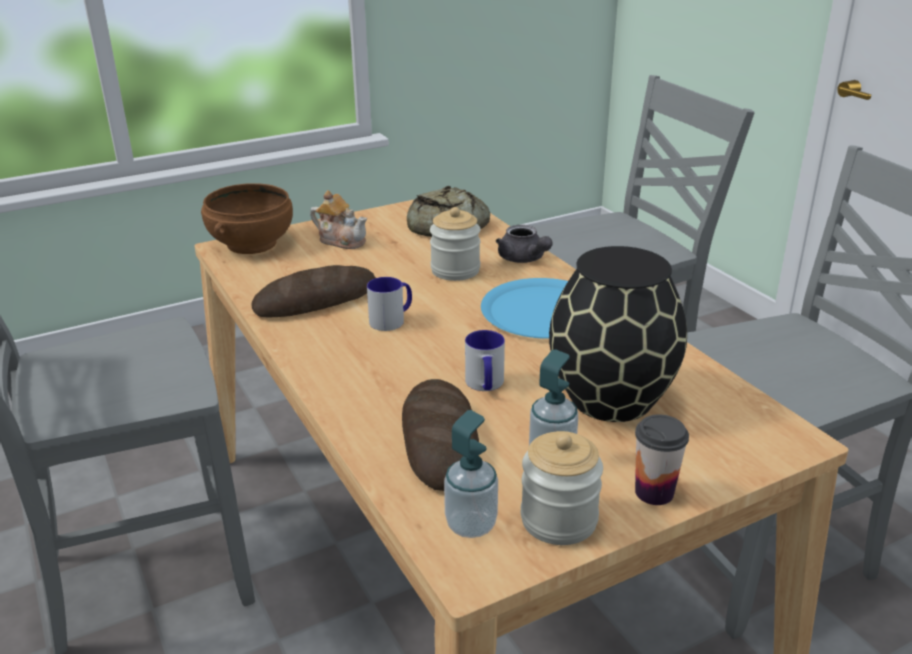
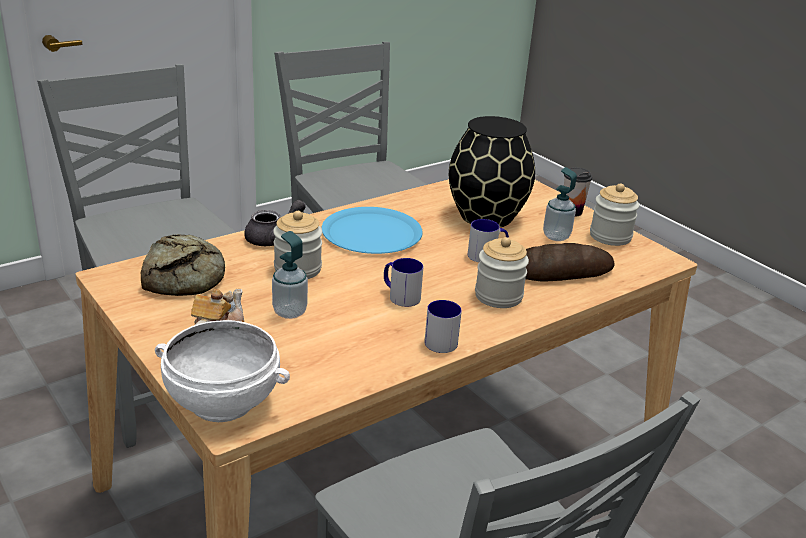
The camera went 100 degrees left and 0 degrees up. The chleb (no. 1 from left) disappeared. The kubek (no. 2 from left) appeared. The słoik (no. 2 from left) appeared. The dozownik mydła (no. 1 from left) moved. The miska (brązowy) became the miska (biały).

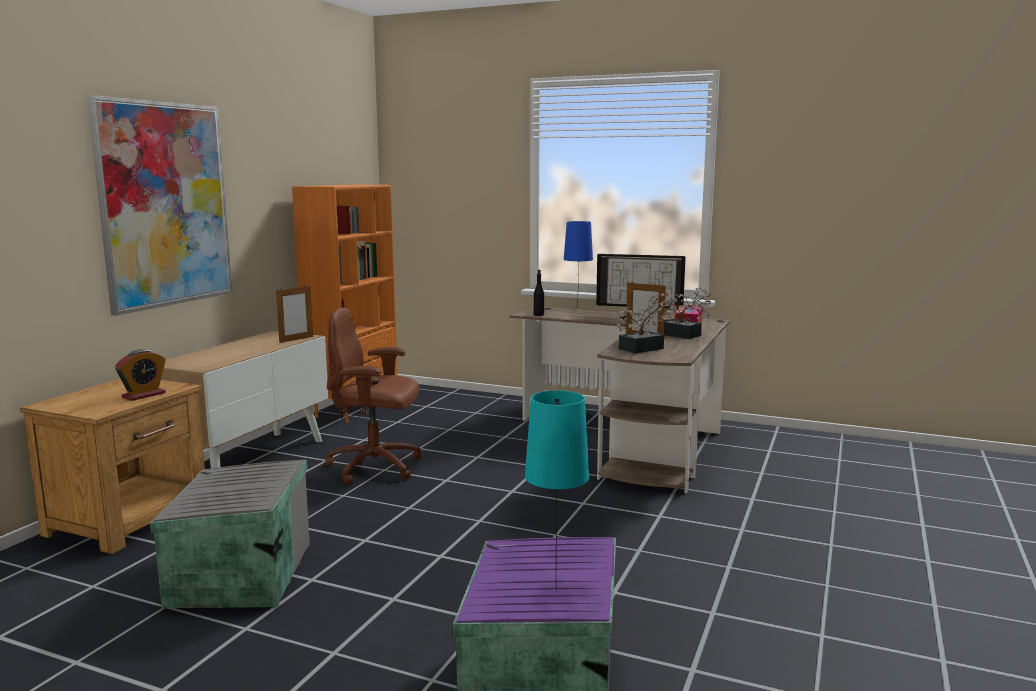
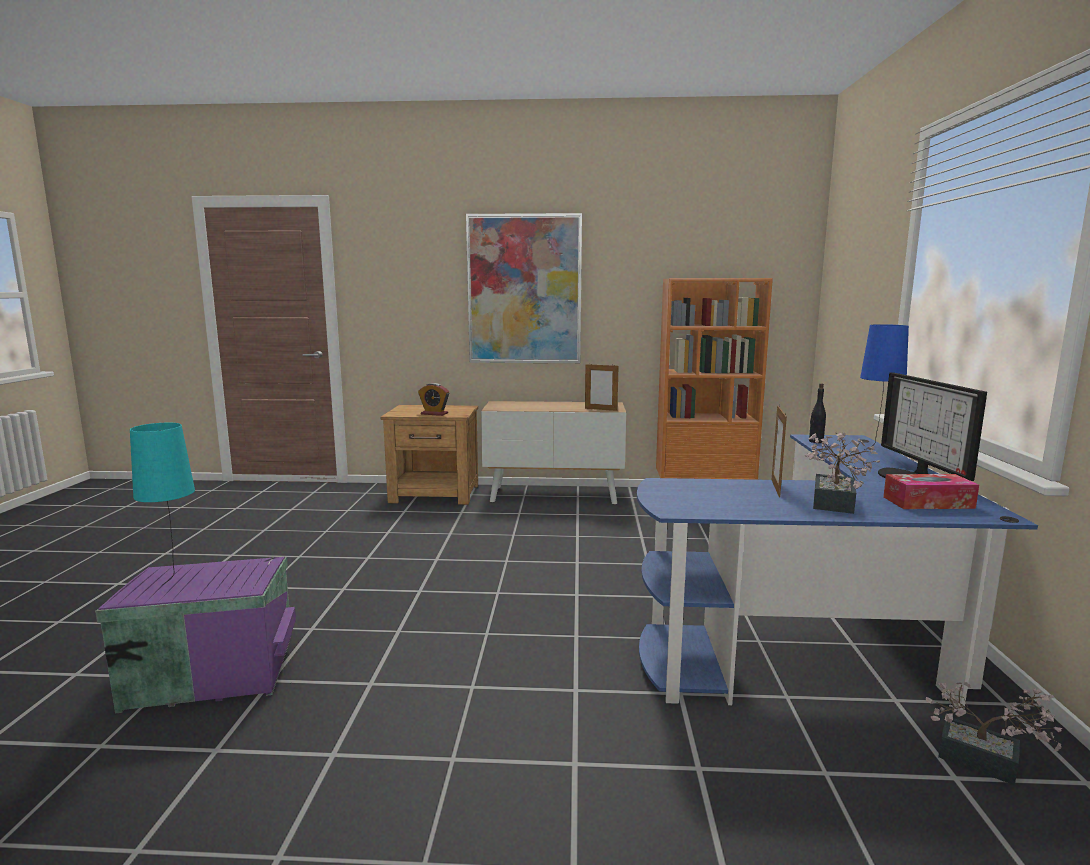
The camera went 70 degrees right and 0 degrees up. The pojemnik do przechowywania (szary) disappeared. The krzesło biurowe (brązowy) disappeared. The roślina doniczkowa (no. 1 from left in the first image) moved. The biurko (brązowy) became the biurko (niebieski).

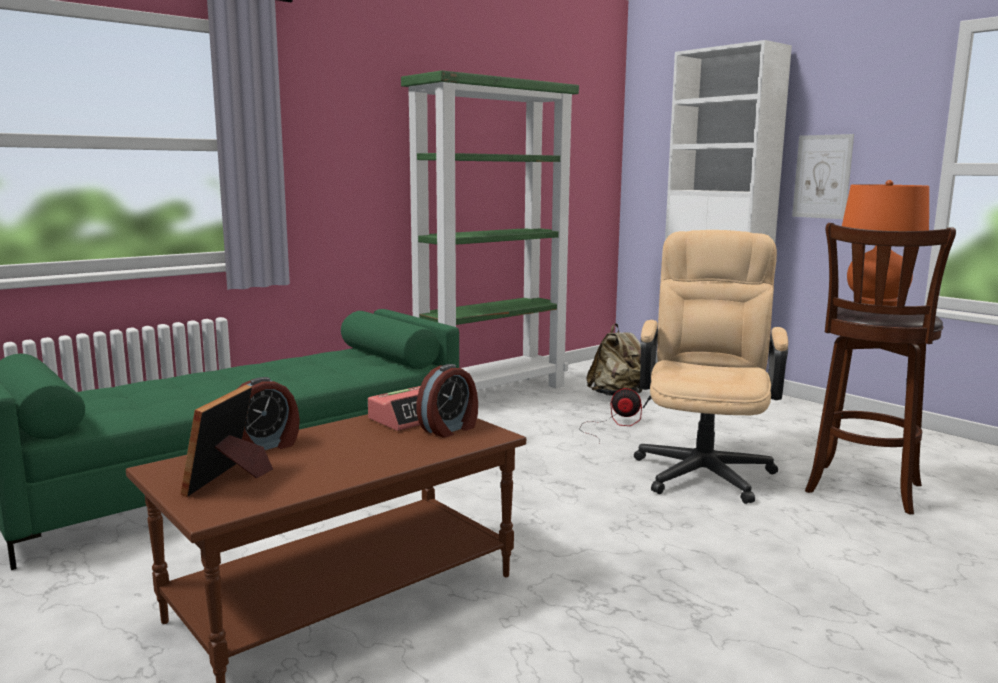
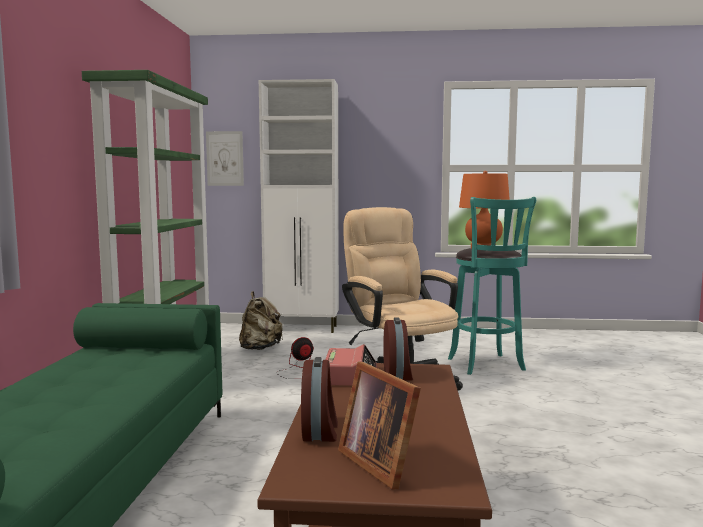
The camera went 45 degrees left and 5 degrees down. The obraz moved. The stołek (brązowy) became the stołek (turkusowy).

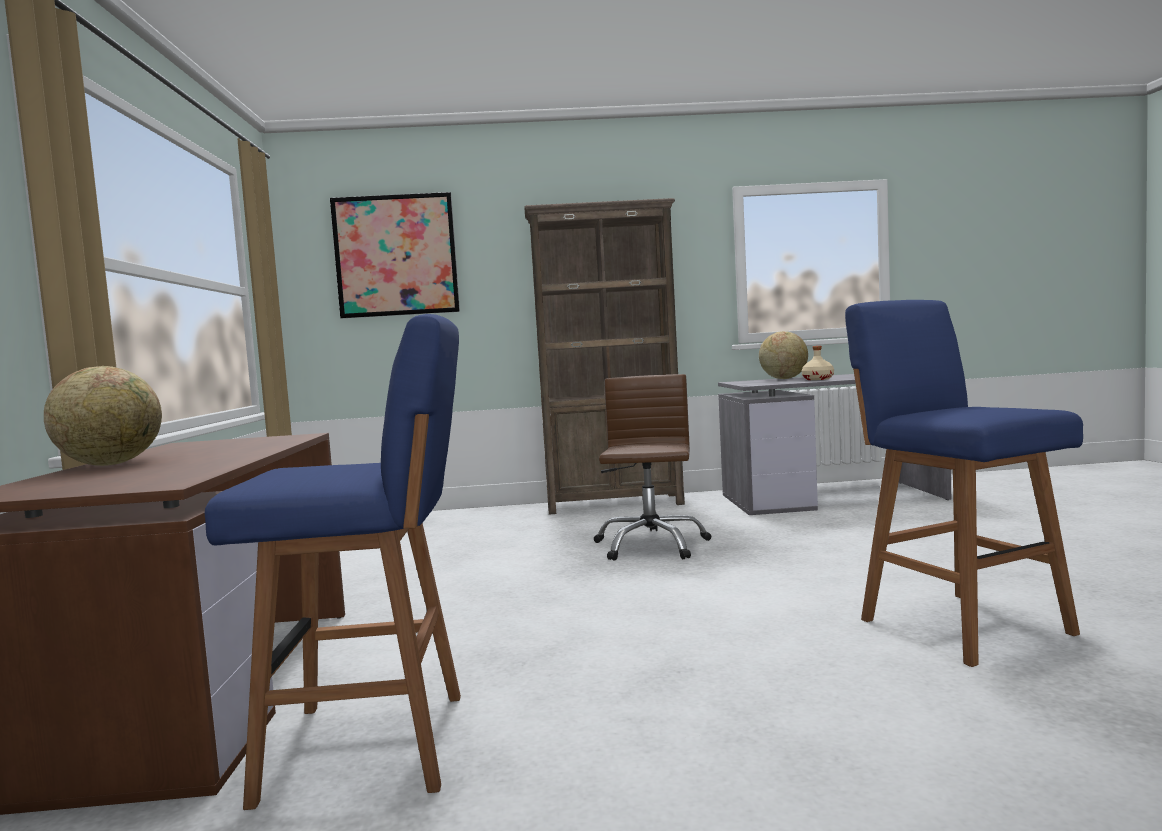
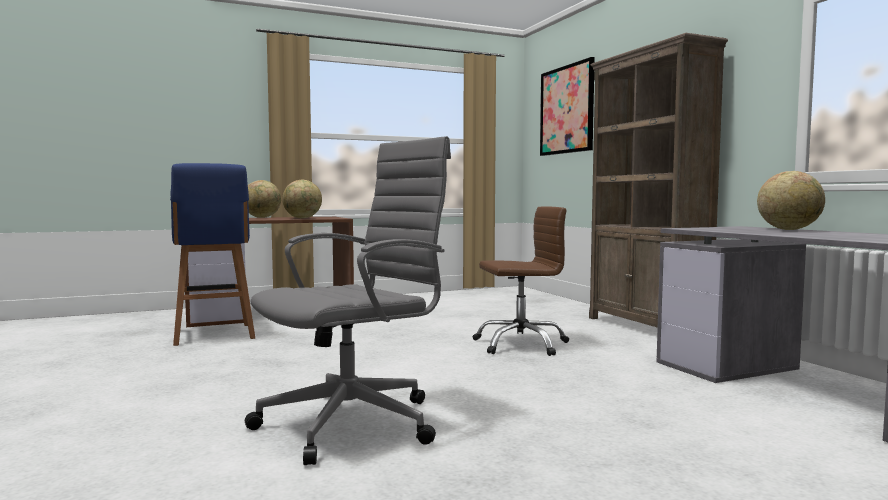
The camera went 70 degrees right and 0 degrees up. The butelka (beżowy) disappeared. The globus (no. 2 from left) appeared. The stołek (niebieski) (no. 2 from left) was replaced by the krzesło biurowe (szary).

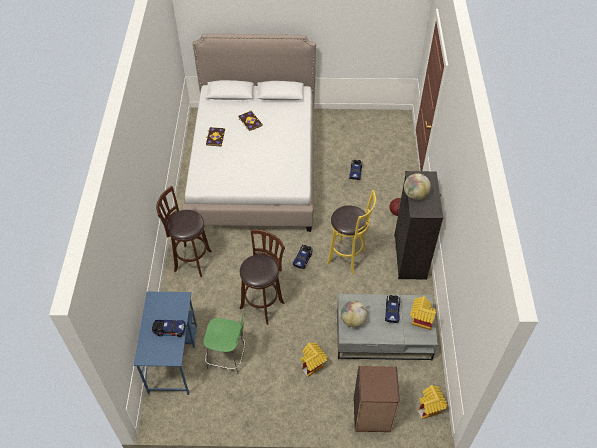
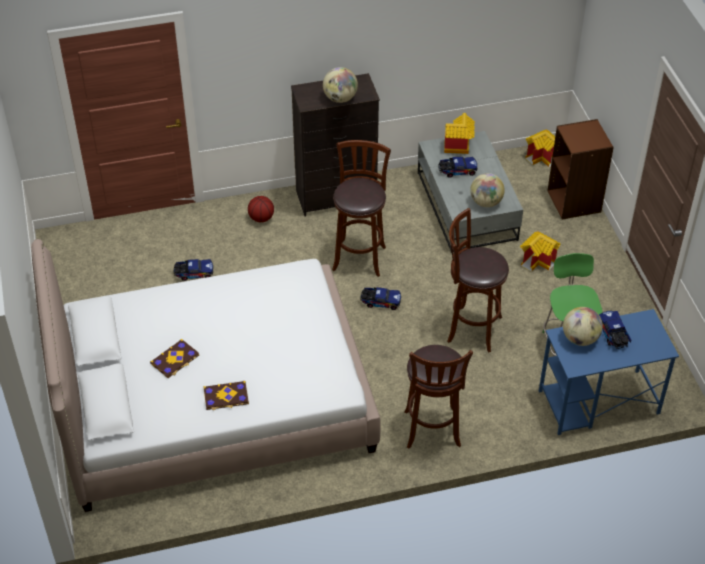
The camera went 105 degrees left and 5 degrees down. The globus (no. 3 from left) appeared. The stołek (żółty) became the stołek (brązowy) (no. 1 from left).

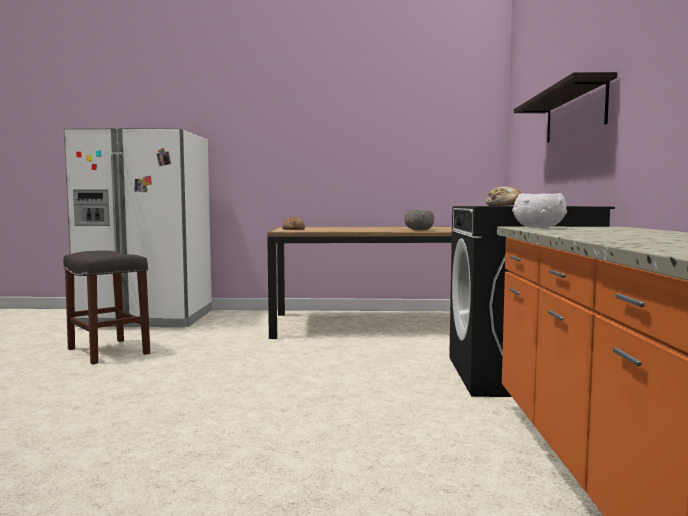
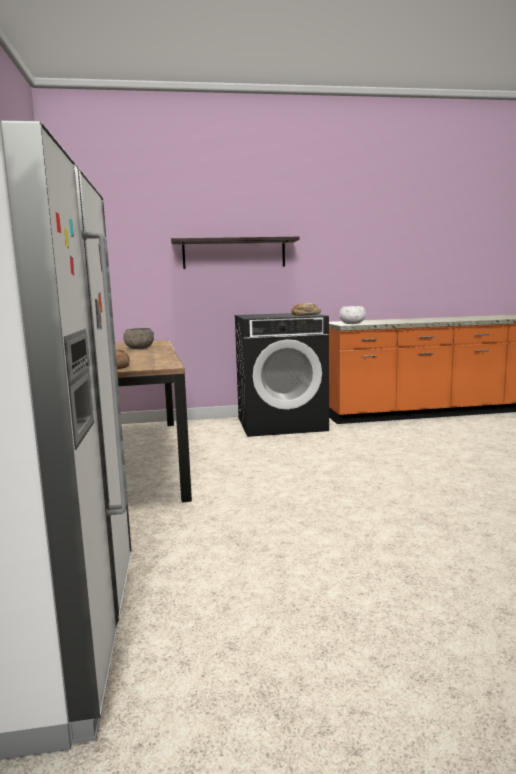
The camera went 100 degrees left and 5 degrees up. The stołek (szary) disappeared.

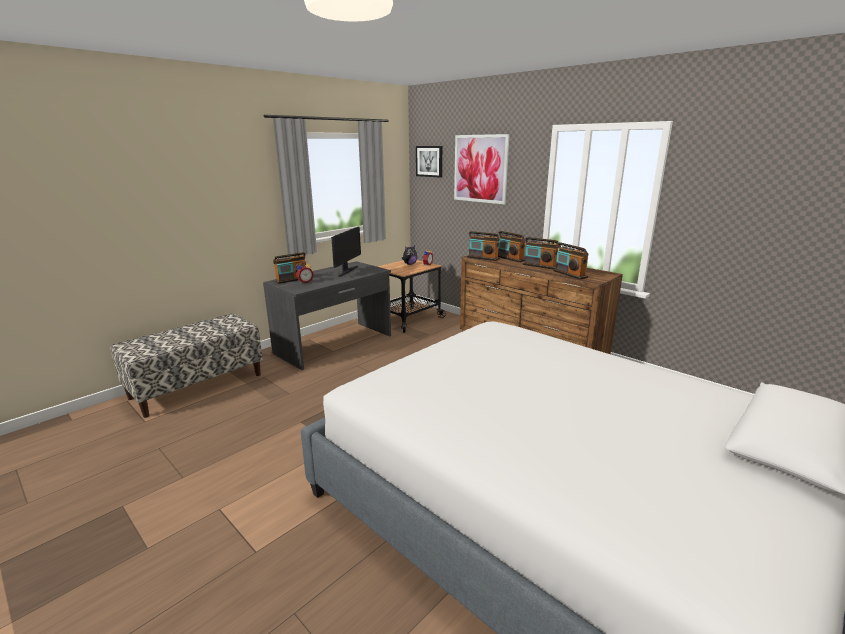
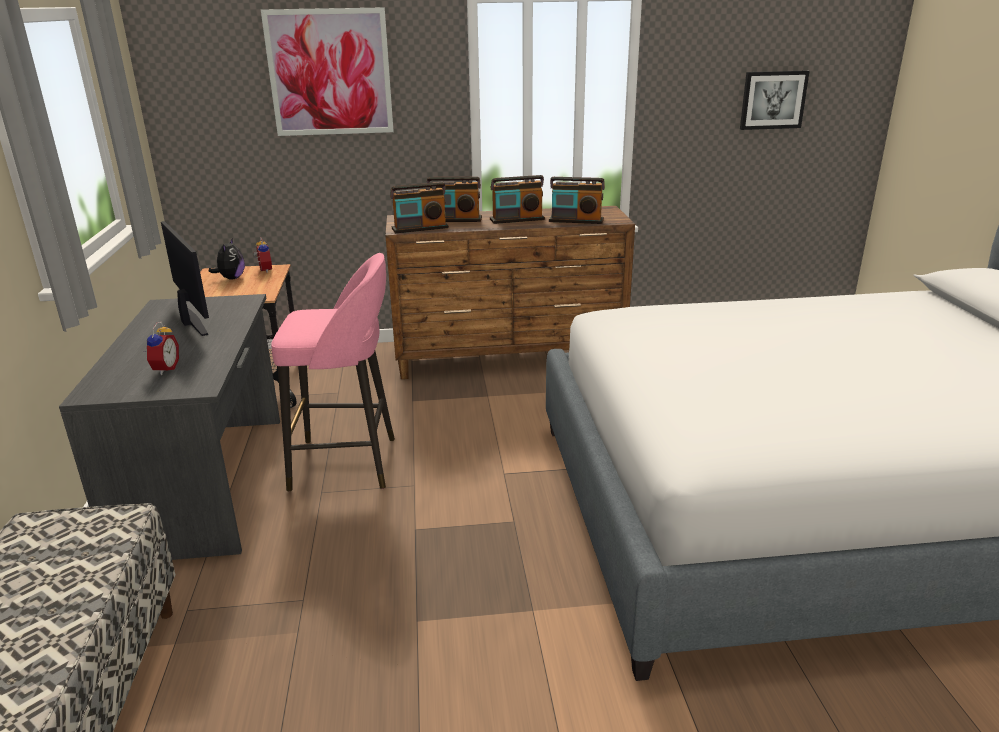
The camera went 50 degrees left and 5 degrees up. The radio (no. 1 from left) disappeared. The stołek (różowy) appeared. The obraz (no. 1 from left in the first image) moved.

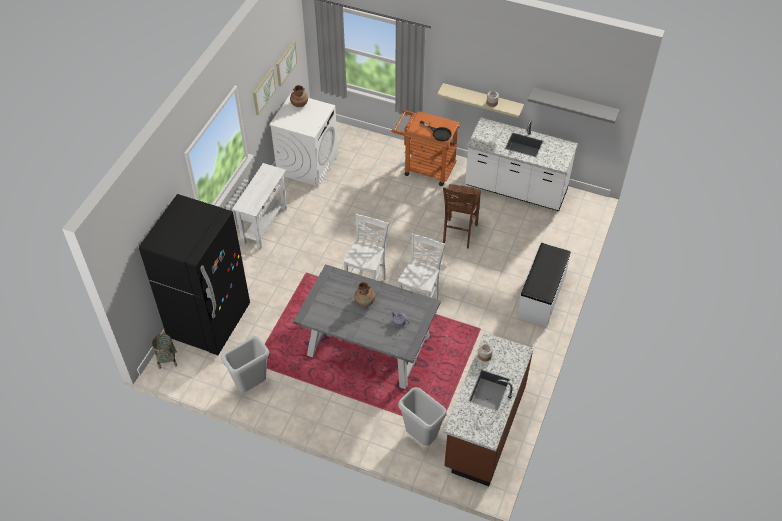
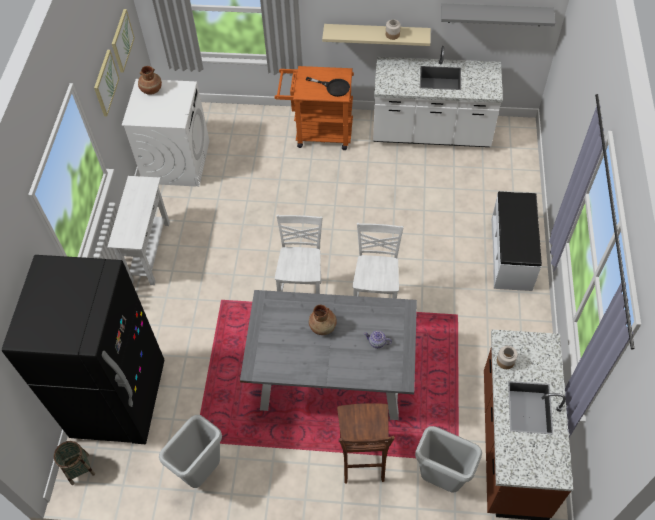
The camera went 15 degrees left and 5 degrees up. The stołek (brązowy) moved.

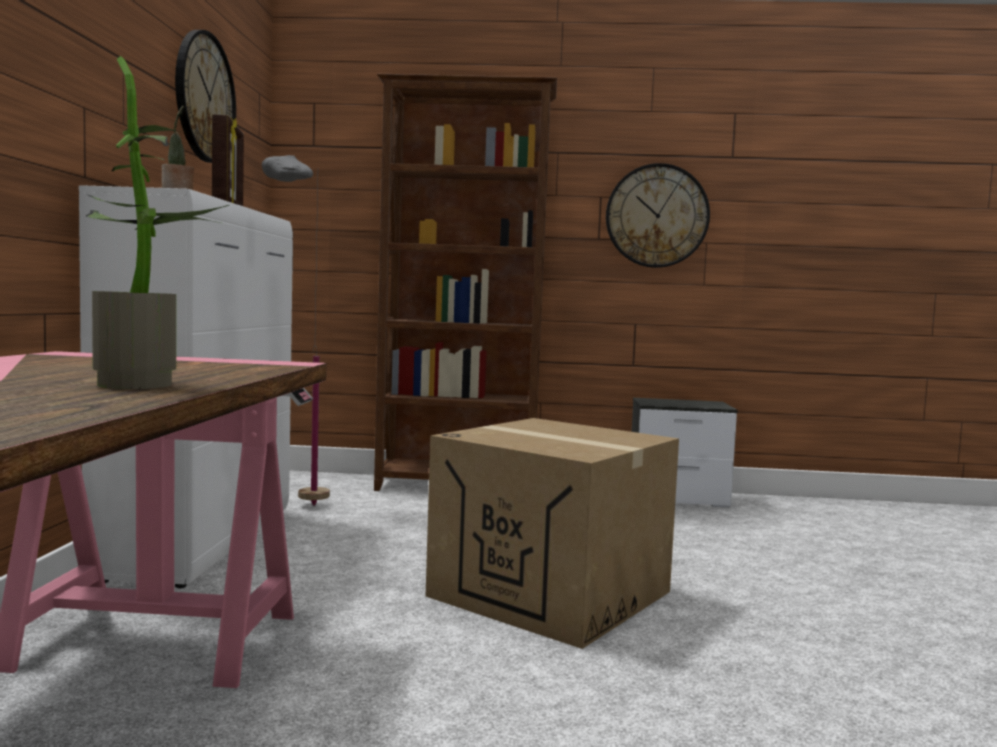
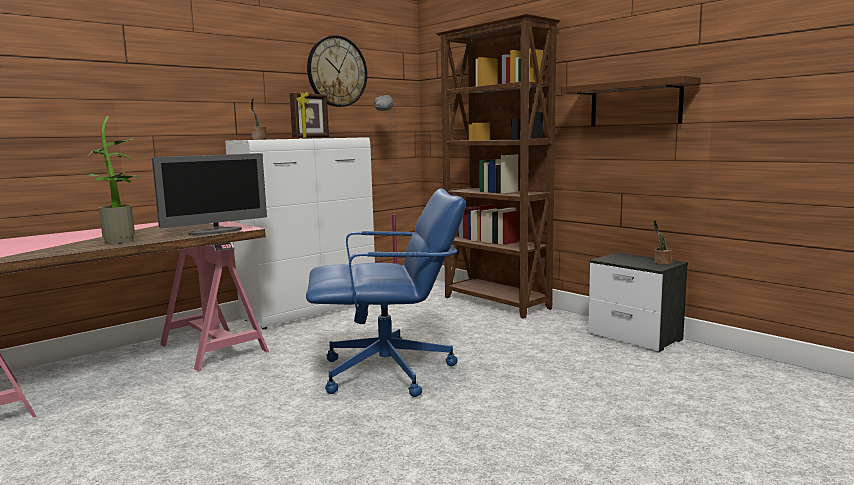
The camera went 45 degrees right and 5 degrees up. The monitor appeared. The roślina doniczkowa (no. 3 from left) appeared. The karton was replaced by the krzesło biurowe (niebieski). The zegar ścienny (no. 2 from left) was replaced by the półka (brązowy).

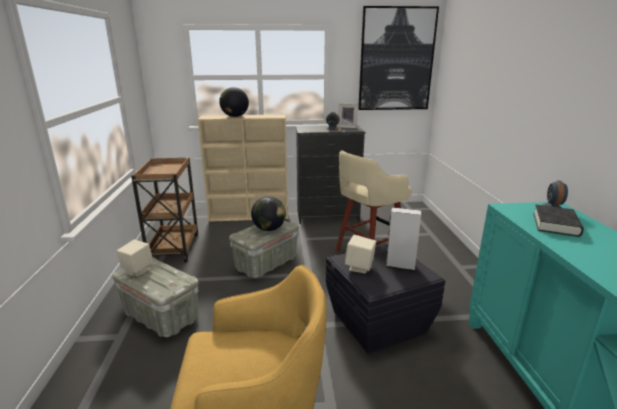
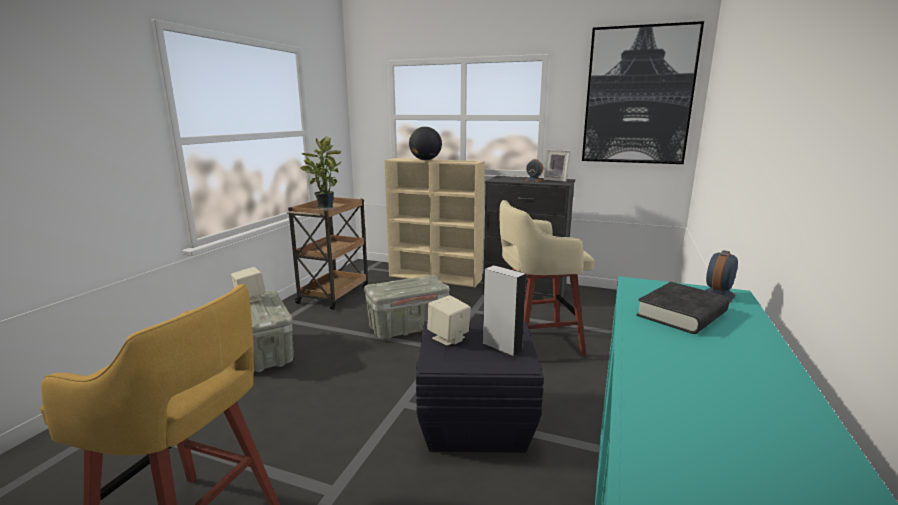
The camera went 25 degrees right and 5 degrees down. The globus (no. 2 from left) disappeared. The roślina doniczkowa appeared.

